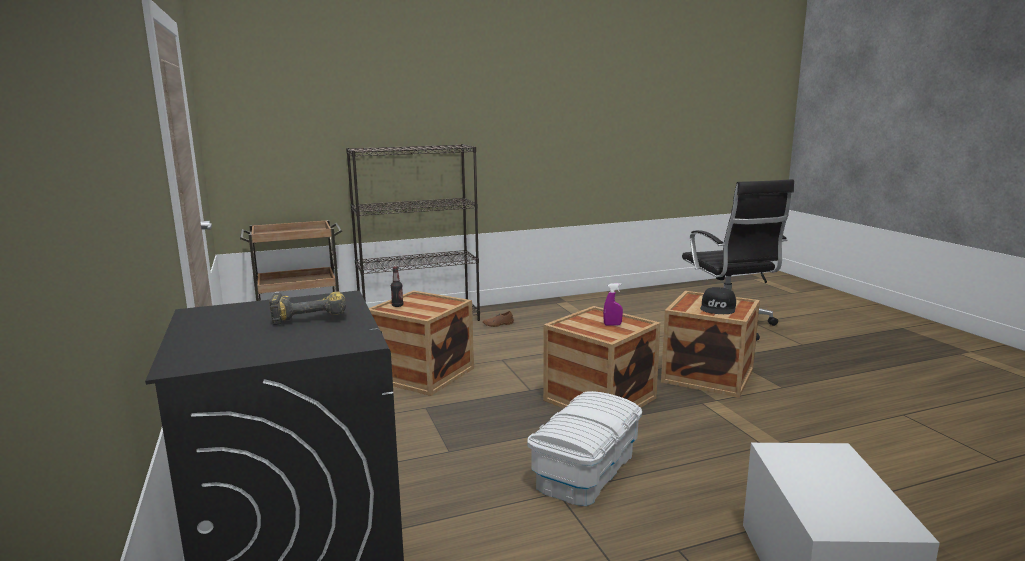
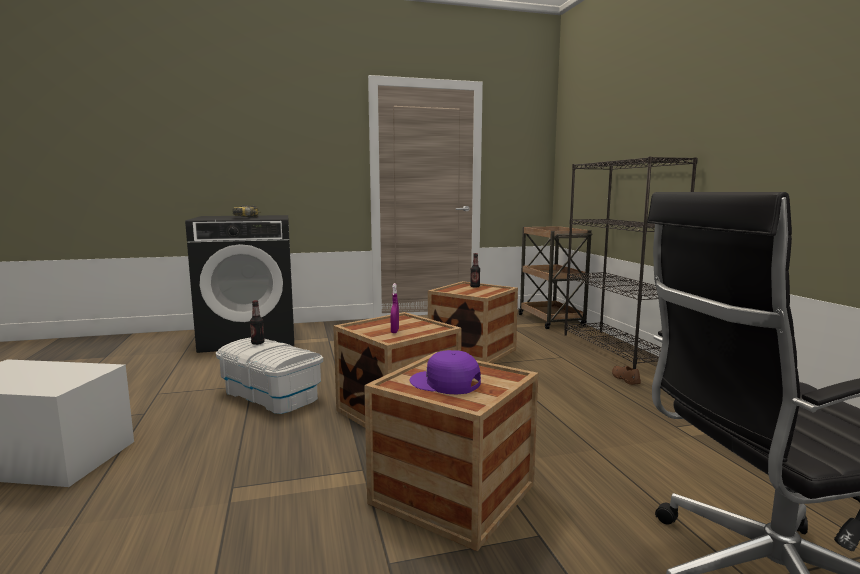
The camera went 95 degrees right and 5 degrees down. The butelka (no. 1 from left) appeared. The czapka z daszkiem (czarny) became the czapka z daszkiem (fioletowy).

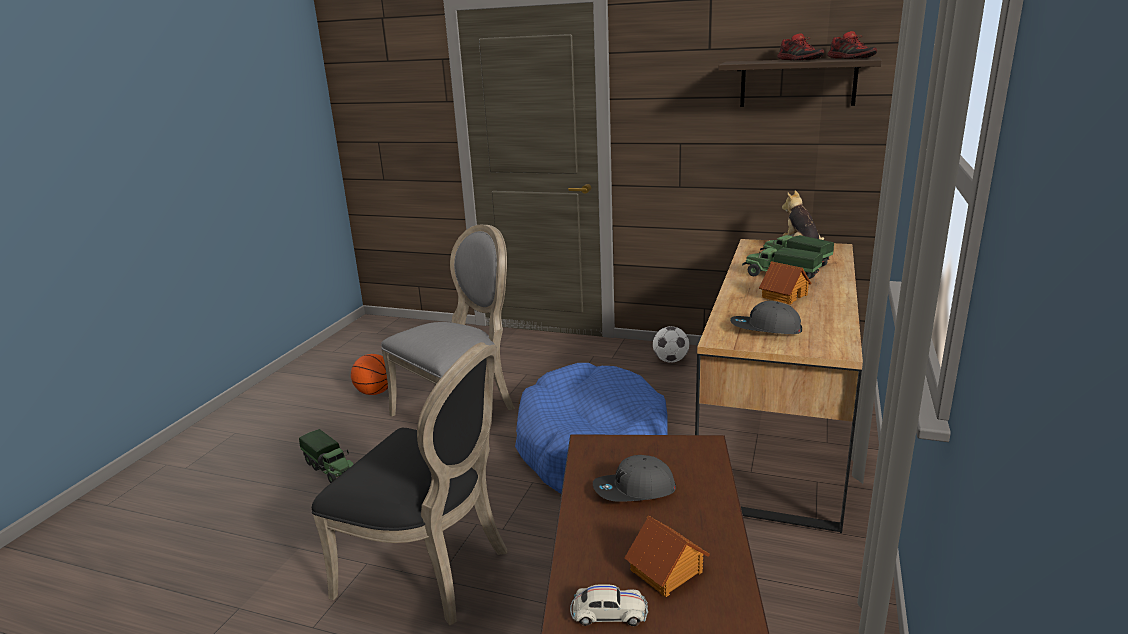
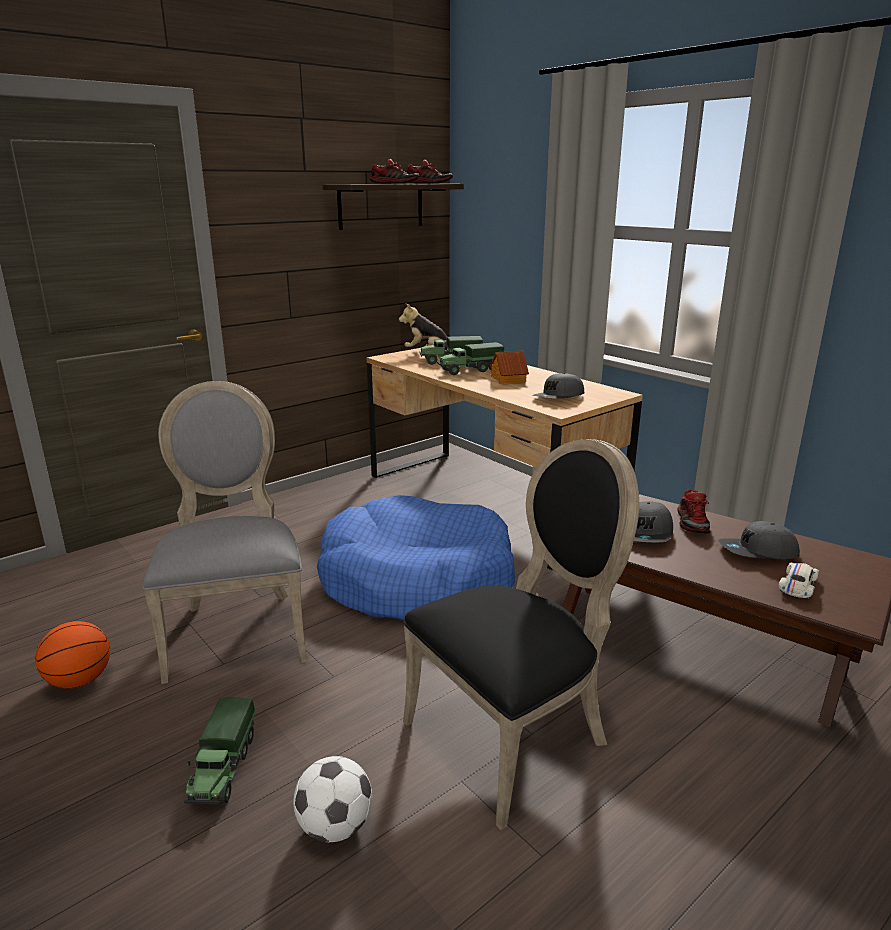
The camera went 60 degrees left and 0 degrees up. The but (no. 3 from left) appeared. The piłka futbolowa moved. The domek (no. 1 from left) was replaced by the czapka z daszkiem (szary) (no. 3 from left). The ciężarówka zabawkowa (no. 1 from left) turned 105 degrees clockwise.

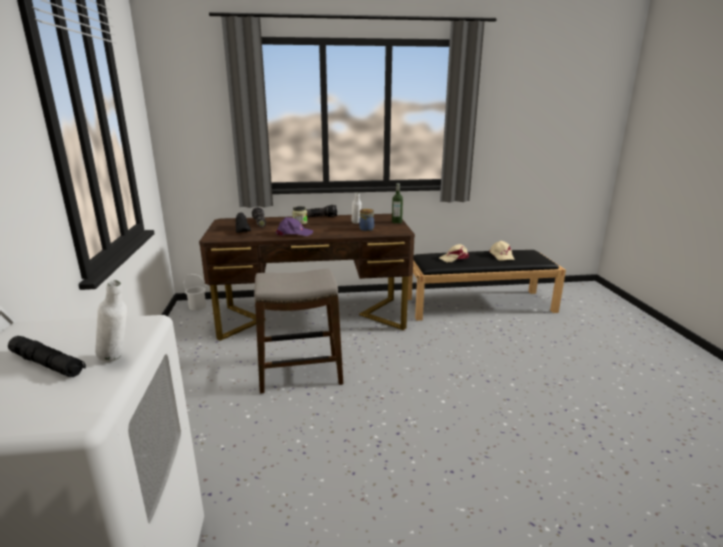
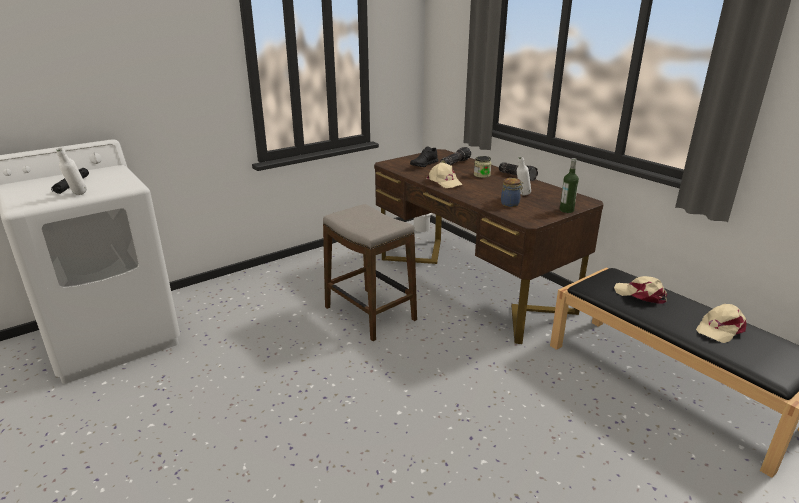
The camera went 60 degrees right and 5 degrees up. The czapka z daszkiem (fioletowy) became the czapka z daszkiem (beżowy) (no. 1 from left).

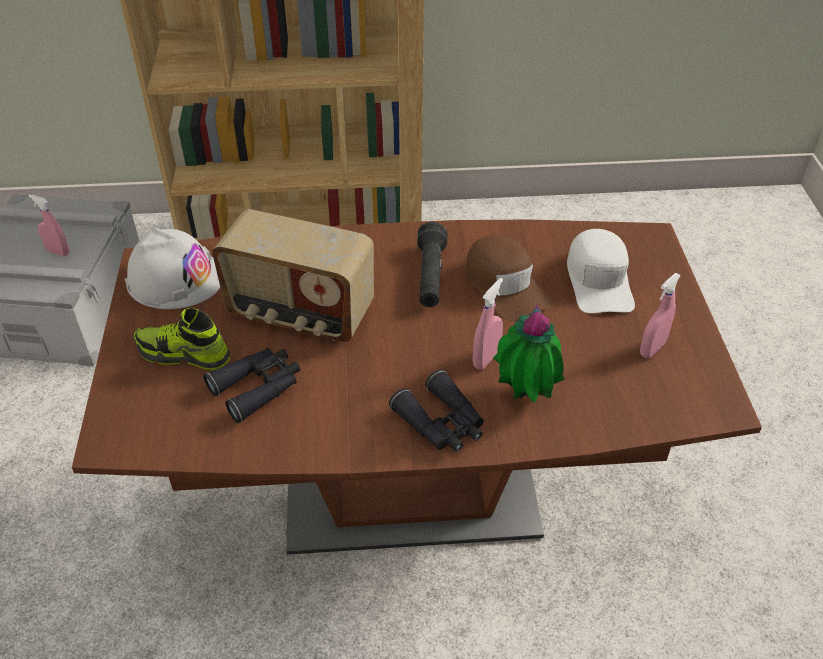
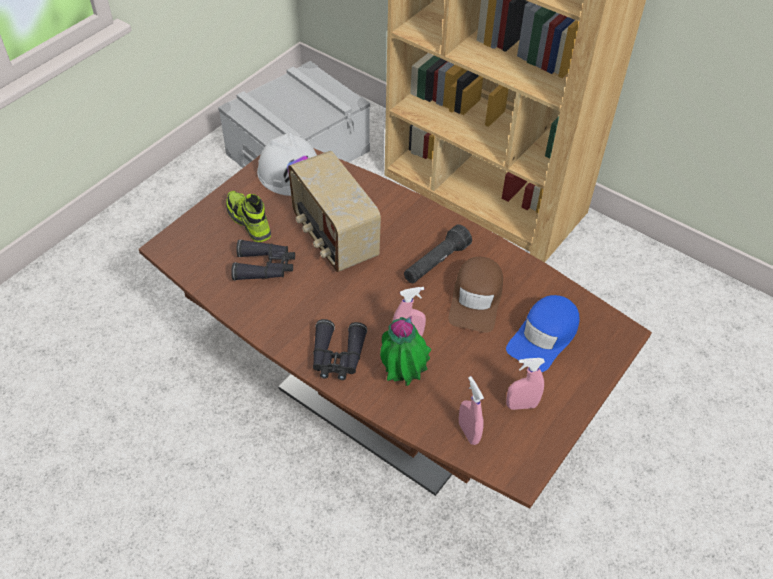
The camera went 40 degrees right and 5 degrees up. The spryskiwacz (różowy) (no. 1 from left in the first image) moved. The czapka z daszkiem (biały) became the czapka z daszkiem (niebieski).

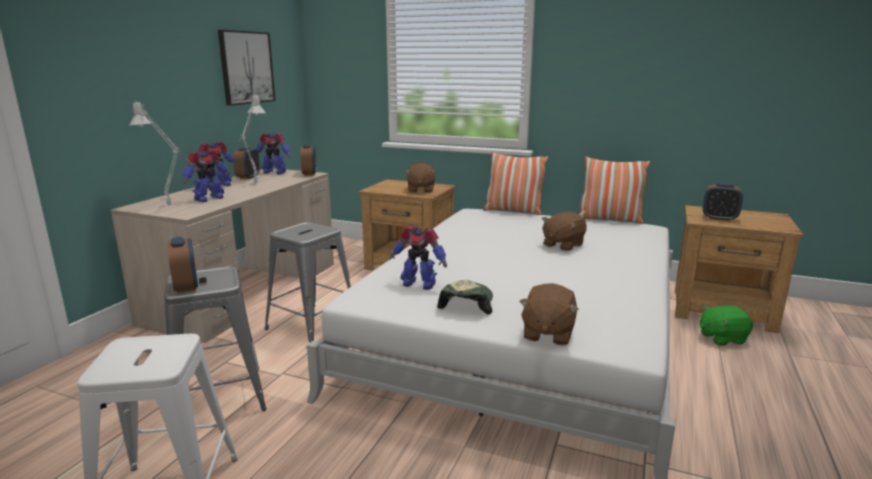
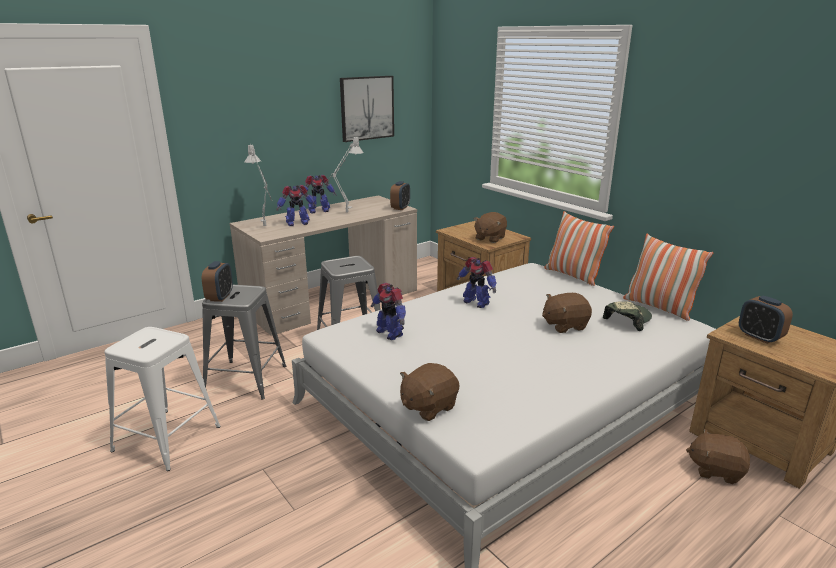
The camera went 30 degrees right and 5 degrees up. The budzik (no. 2 from left) disappeared. The robot zabawkowy (no. 3 from left in the first image) moved. The czapka z daszkiem moved. The pluszak (zielony) became the pluszak (brązowy) (no. 4 from left).

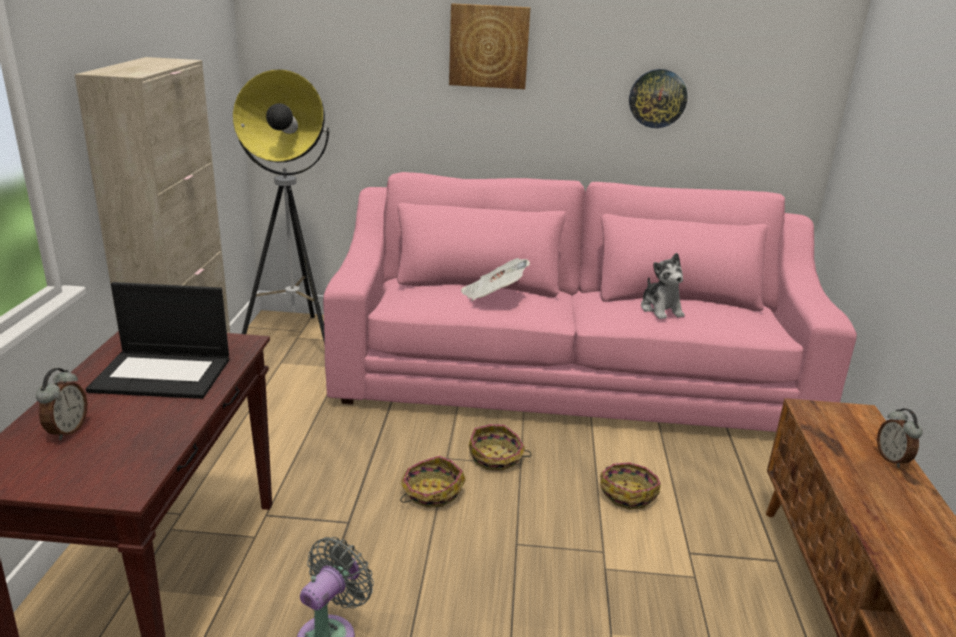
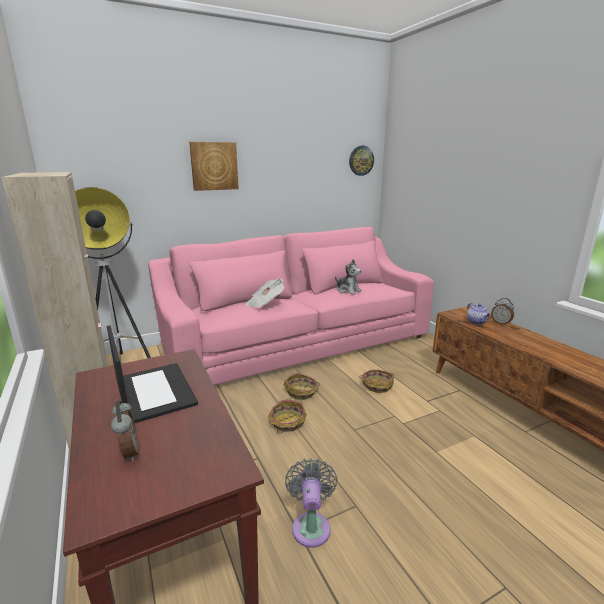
The camera went 30 degrees left and 5 degrees down. The imbryk appeared. The zegar ścienny moved. The laptop turned 90 degrees counterclockwise.

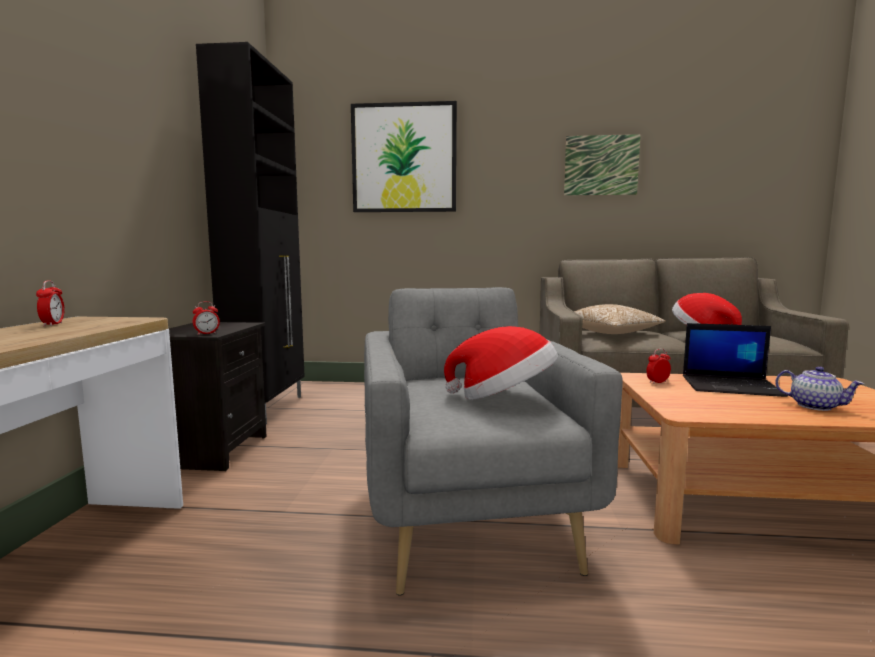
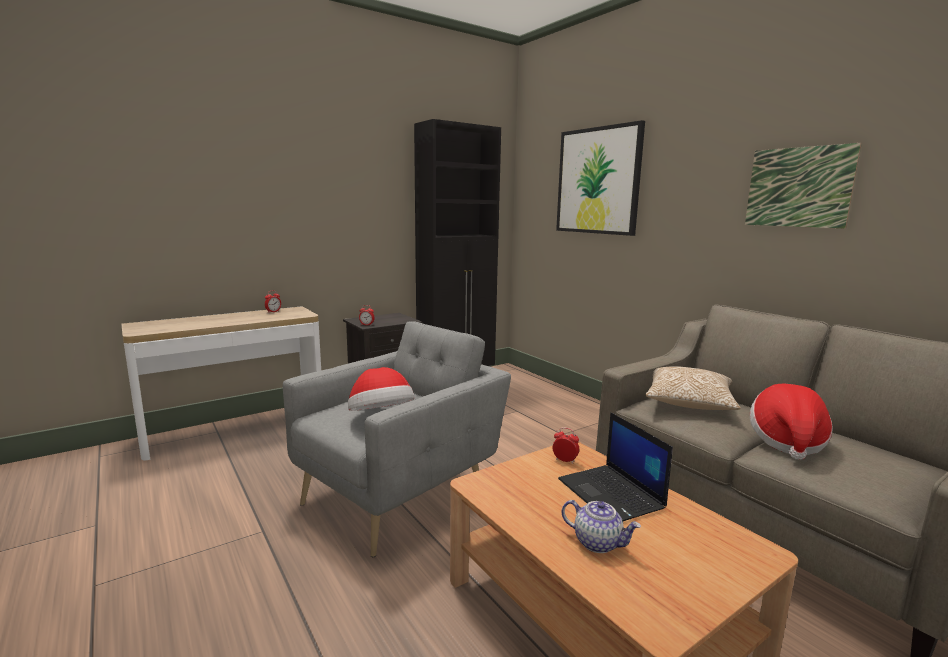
The camera went 50 degrees right and 5 degrees up. The imbryk turned 60 degrees counterclockwise.

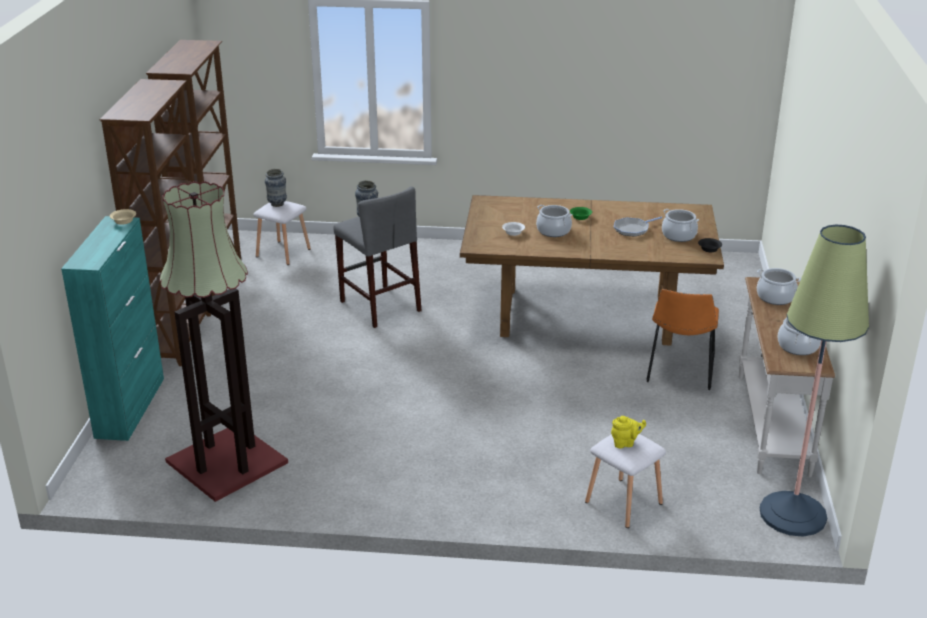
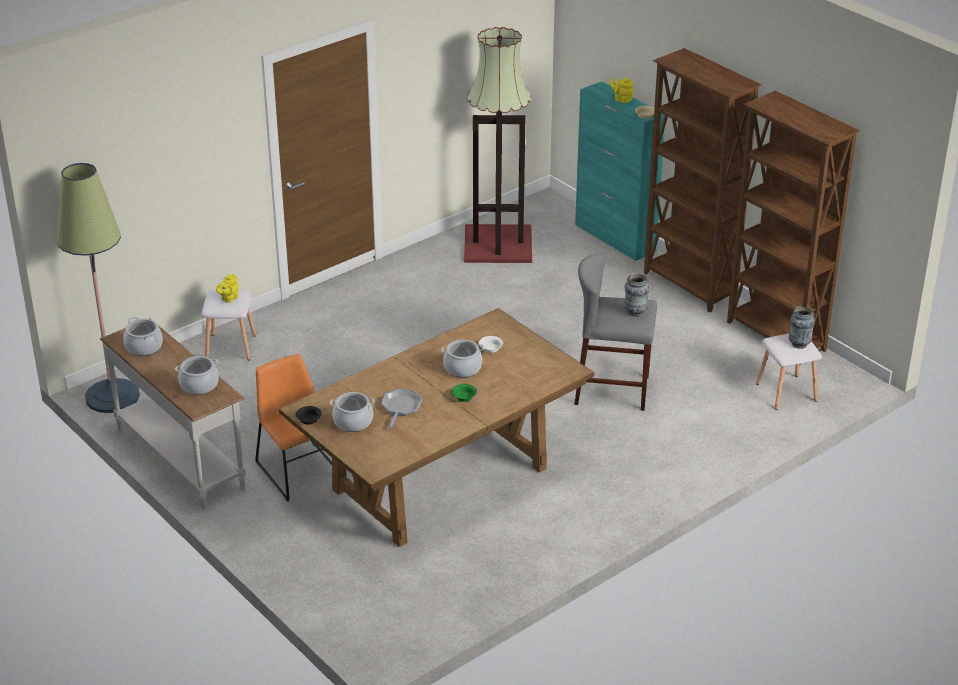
The camera went 135 degrees right and 5 degrees up. The imbryk (żółty) (no. 2 from left) appeared.

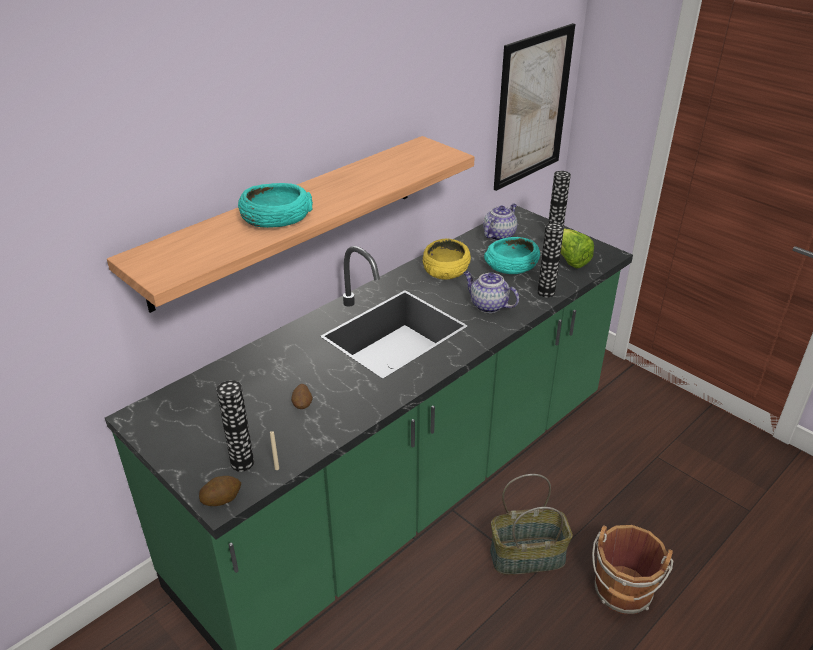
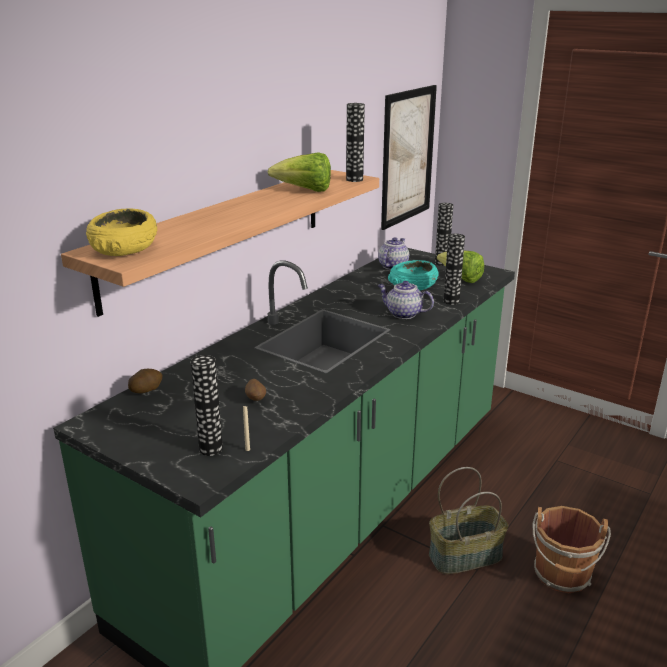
The camera went 10 degrees left and 10 degrees down. The miska (turkusowy) (no. 1 from left) disappeared. The sałata (no. 1 from left) appeared. The wazon (no. 2 from left) appeared. The ziemniak (no. 1 from left) moved. The miska (żółty) moved.

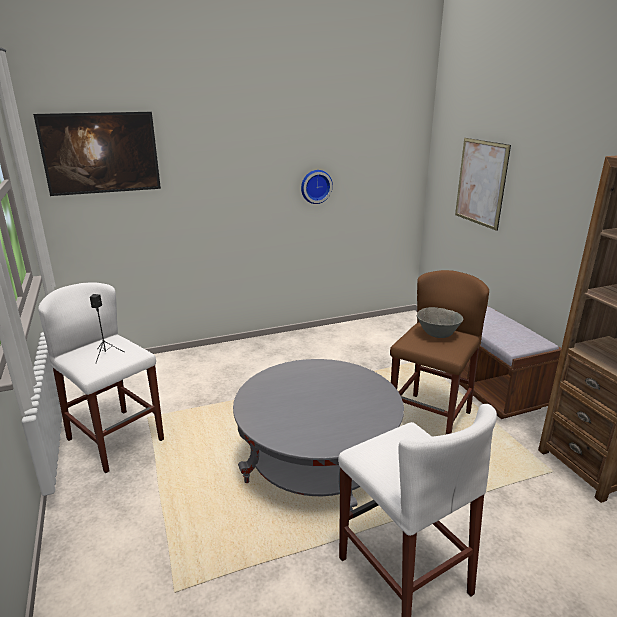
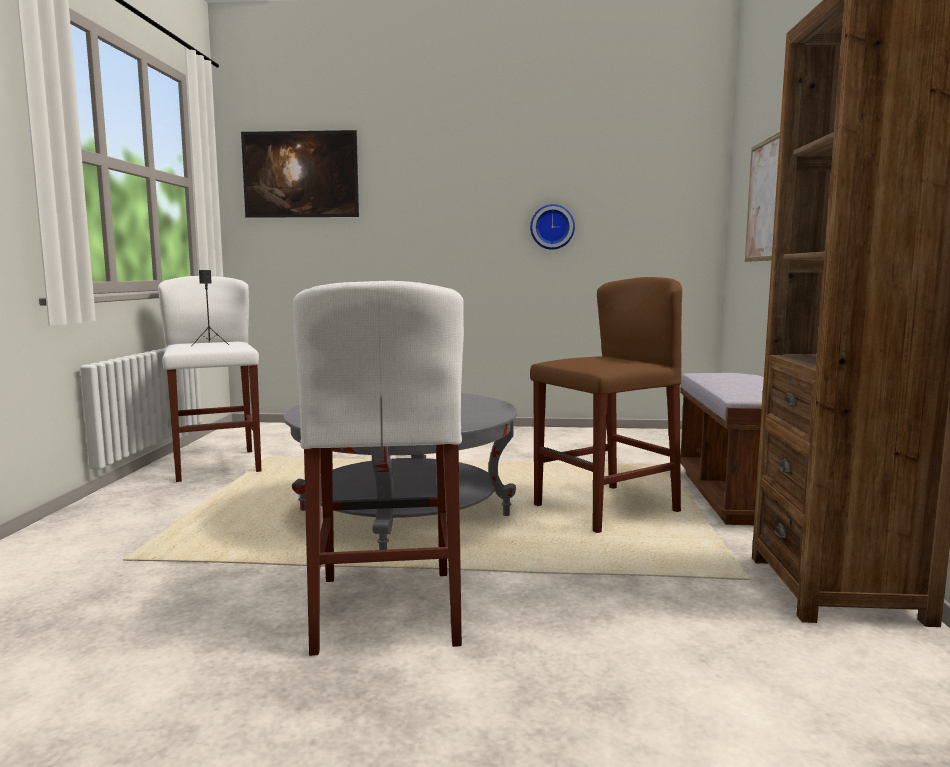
The camera went 25 degrees right and 15 degrees down. The miska (szary) disappeared.

